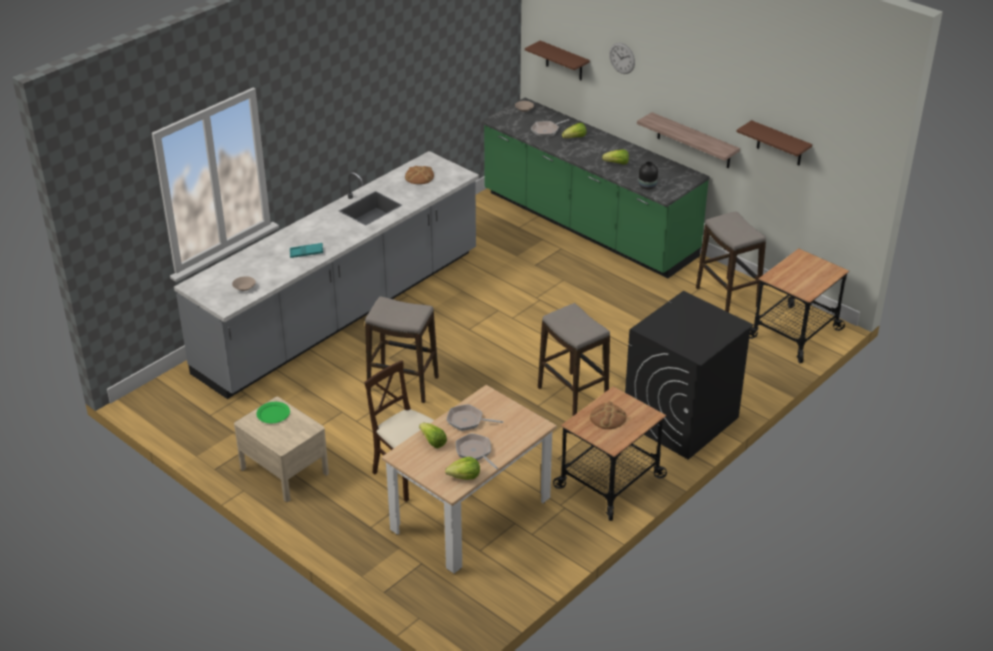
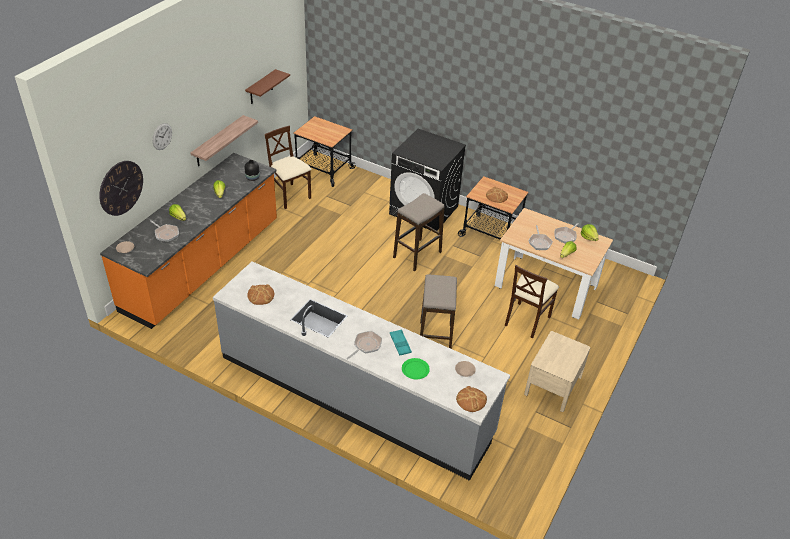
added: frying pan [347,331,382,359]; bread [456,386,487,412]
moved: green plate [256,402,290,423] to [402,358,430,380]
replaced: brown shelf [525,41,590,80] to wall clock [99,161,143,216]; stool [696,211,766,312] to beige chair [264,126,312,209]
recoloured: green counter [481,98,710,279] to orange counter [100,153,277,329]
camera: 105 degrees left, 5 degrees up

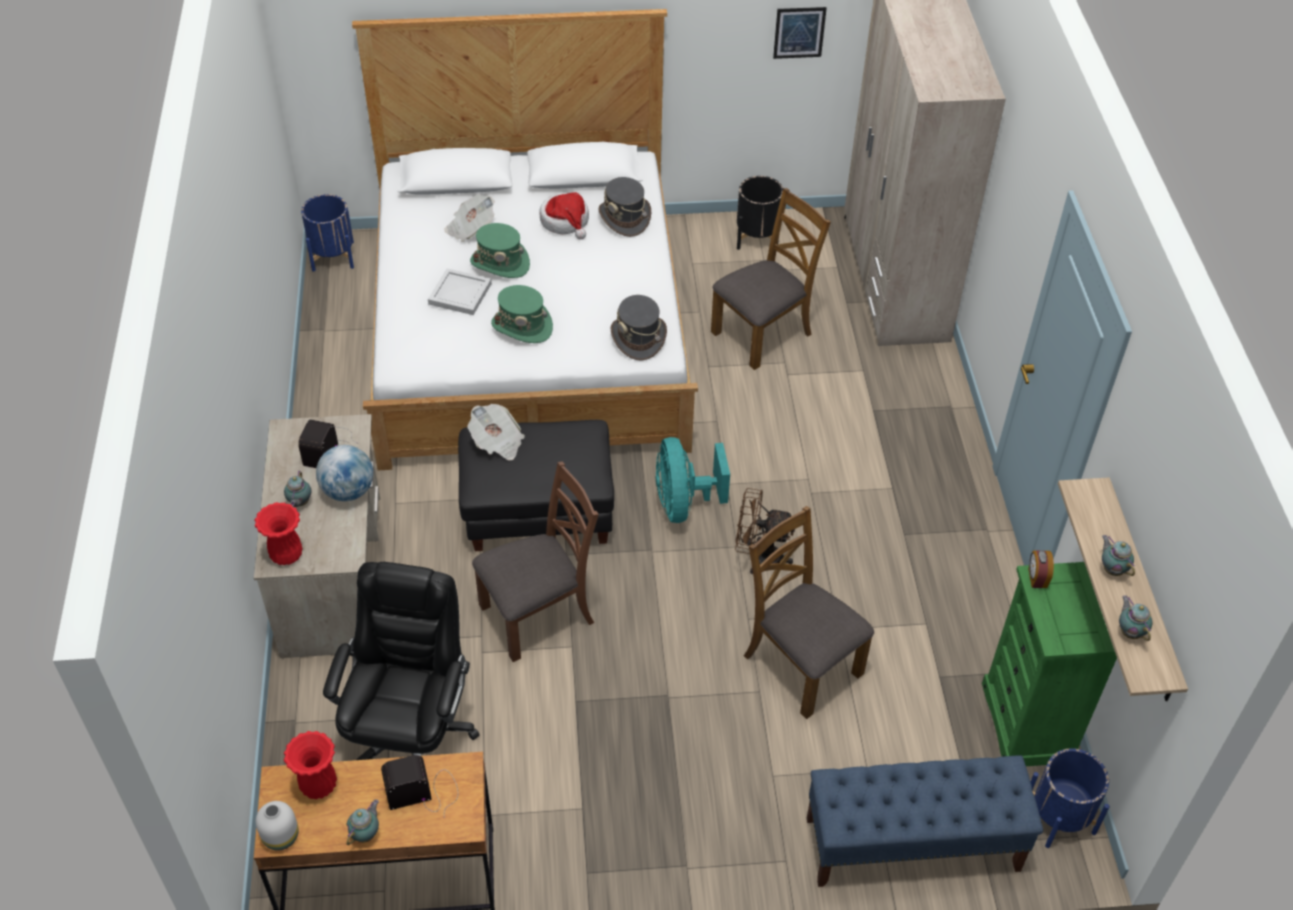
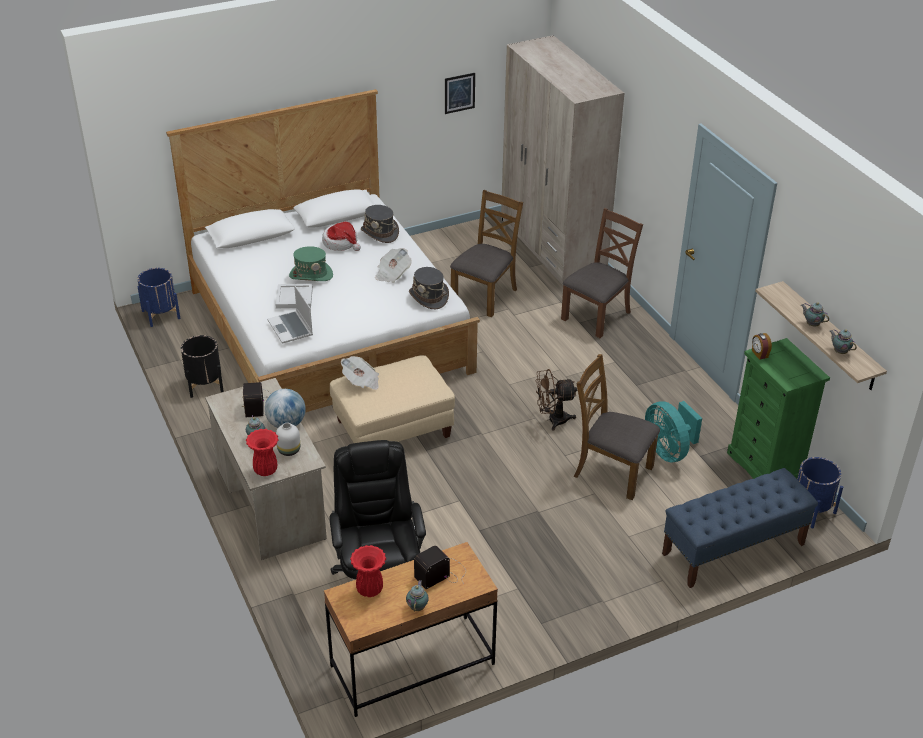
removed: green hat [491,285,553,343]
added: laptop [267,285,313,344]
moved: white vase [256,801,299,851] to [276,423,300,456]; newspaper [445,194,495,242] to [375,248,412,283]; brown chair [472,461,599,662] to [561,208,643,338]; turquoise fan [656,437,730,523] to [645,401,702,462]; black planter [737,176,783,250] to [181,335,224,398]
recoloured: black ottoman [458,420,614,551] to beige ottoman [330,355,455,443]
camera: 20 degrees left, 10 degrees down

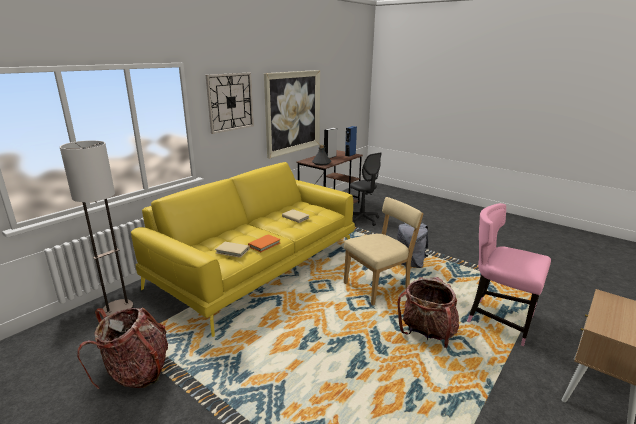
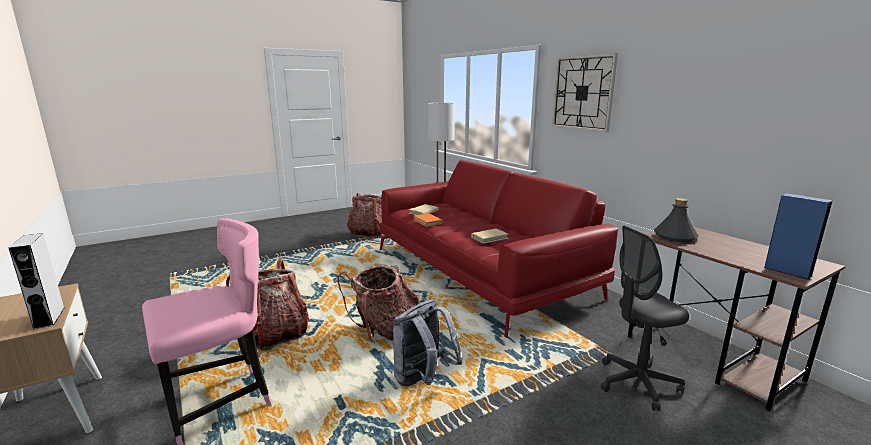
removed: picture [264,70,320,159]
moved: grey speaker [324,128,337,158] to [9,233,64,329]
replaced: beige chair [344,197,423,305] to backpack [338,264,419,343]
recoloured: yellow sofa [131,162,355,337] to red sofa [379,160,618,338]
camera: 110 degrees right, 5 degrees down

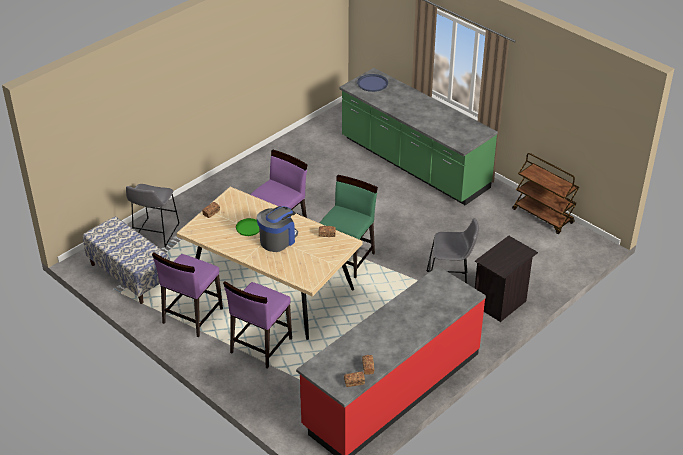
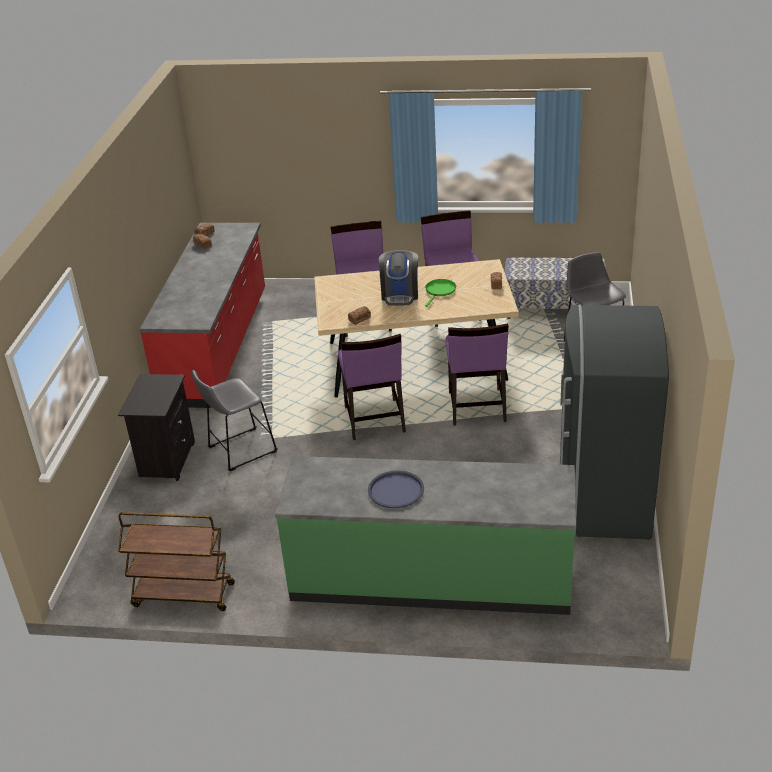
added: grey fridge [560,305,669,540]
moved: blue tray [357,74,388,92] to [368,470,424,508]
recoloured: green chair [320,175,378,278] to purple chair [338,334,406,440]
camera: 145 degrees right, 5 degrees down

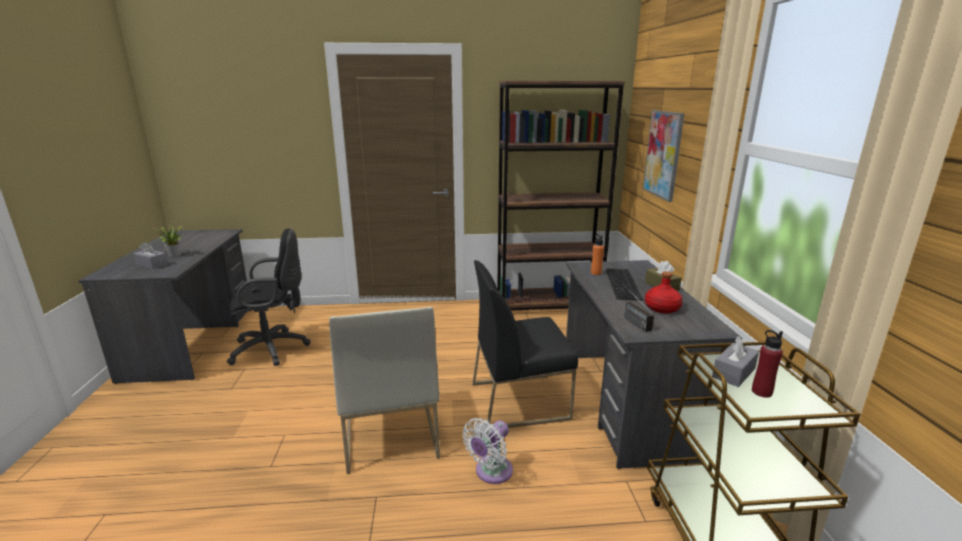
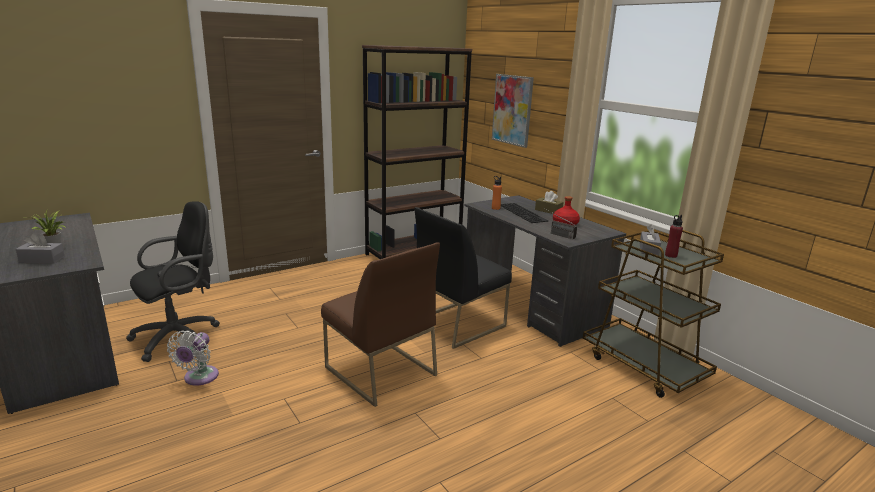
moved: white fan [462,418,513,484] to [167,330,219,386]
recoloured: white chair [329,307,440,474] to brown chair [321,242,440,407]
camera: 30 degrees left, 0 degrees up

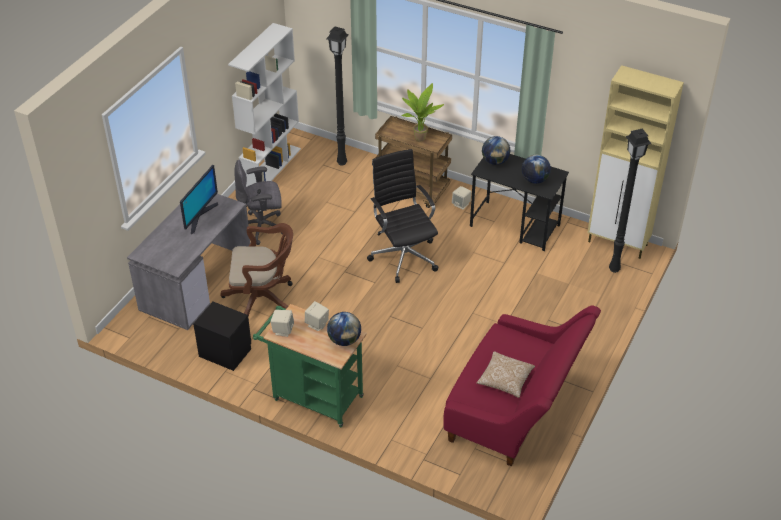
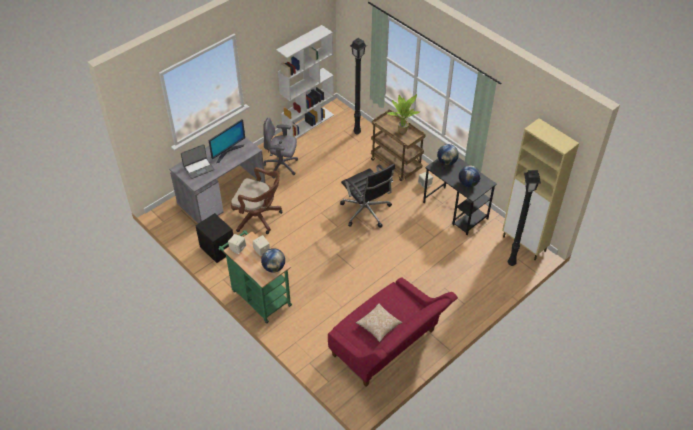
added: laptop [181,144,214,179]
turned: black office chair [367,149,438,283] = [340,164,395,228] 150 degrees clockwise
camera: 20 degrees right, 5 degrees up

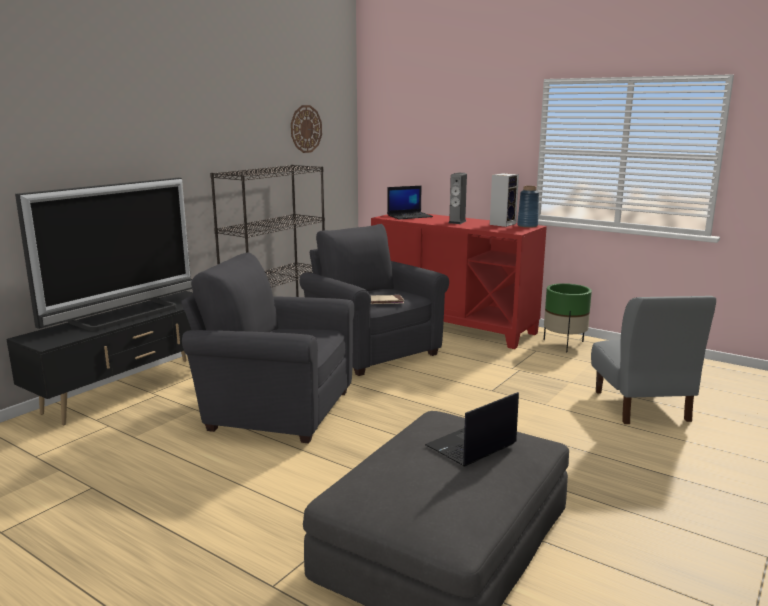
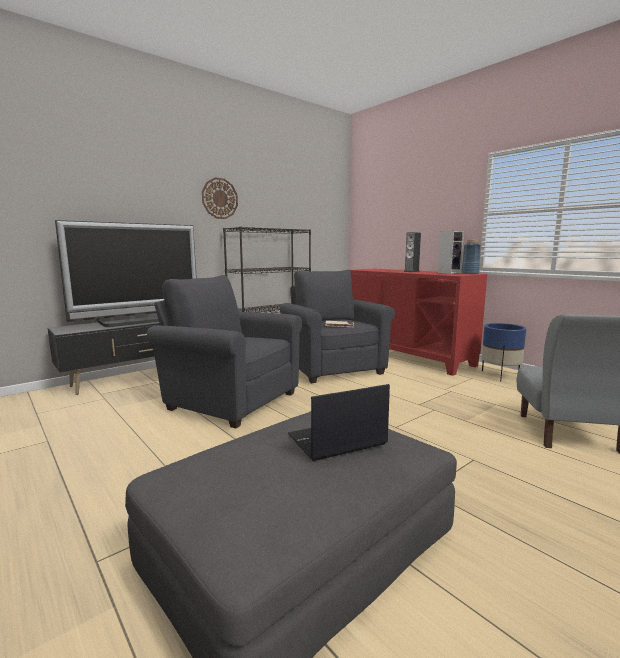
removed: laptop [387,186,433,219]
moved: wall clock [291,105,322,153] to [202,177,238,219]
recoloured: green planter [544,283,592,353] to blue planter [481,323,527,382]
camera: 15 degrees right, 5 degrees down

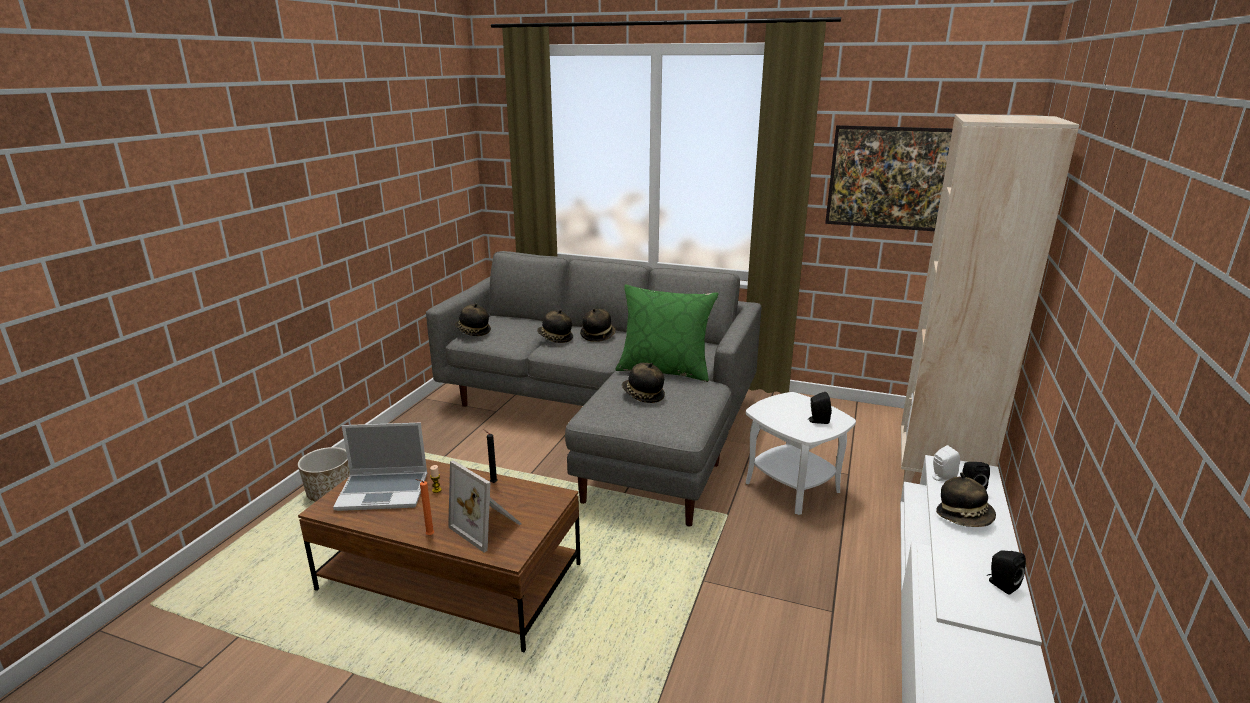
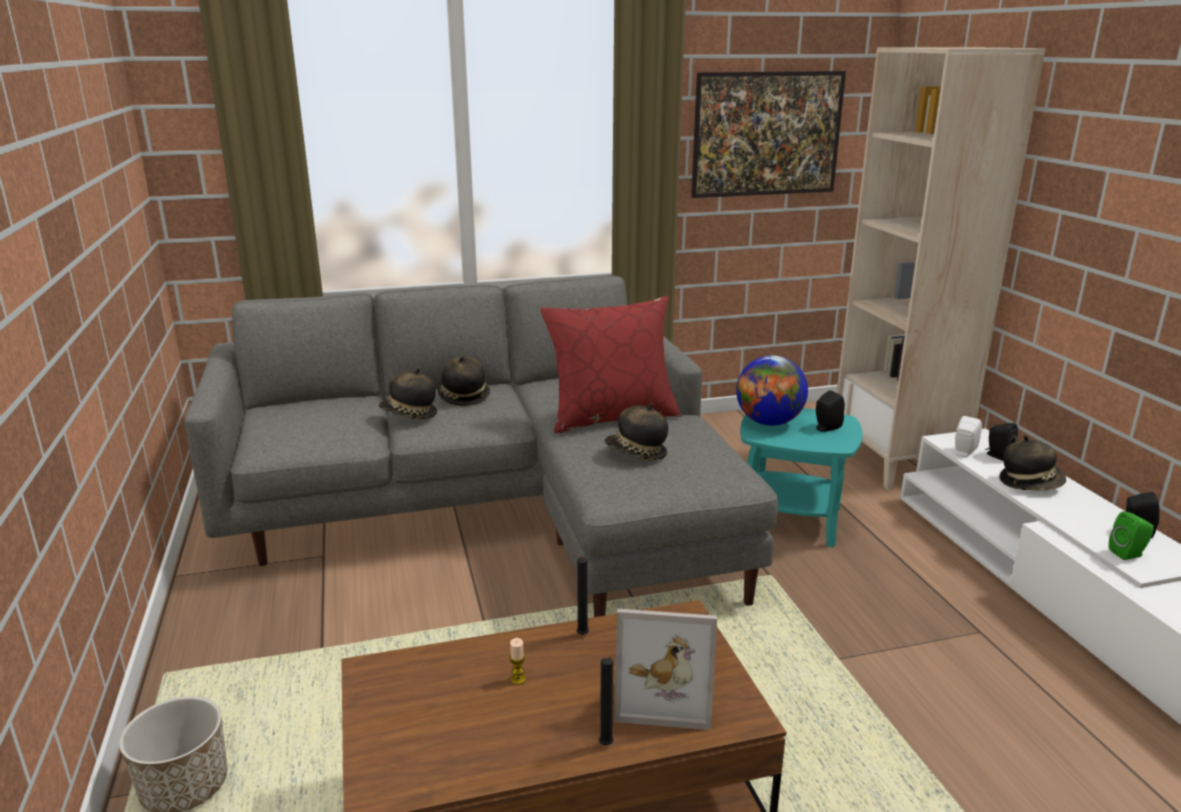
removed: laptop [333,422,428,511]; hat [455,304,491,336]
added: globe [736,355,808,426]; green speaker [1109,511,1154,560]
recoloured: orange candle [415,479,434,535] to black candle [599,657,613,746]; green pillow [615,285,719,382] to red pillow [540,296,681,434]; white side table [746,392,856,515] to turquoise side table [740,408,863,547]
camera: 35 degrees left, 0 degrees up

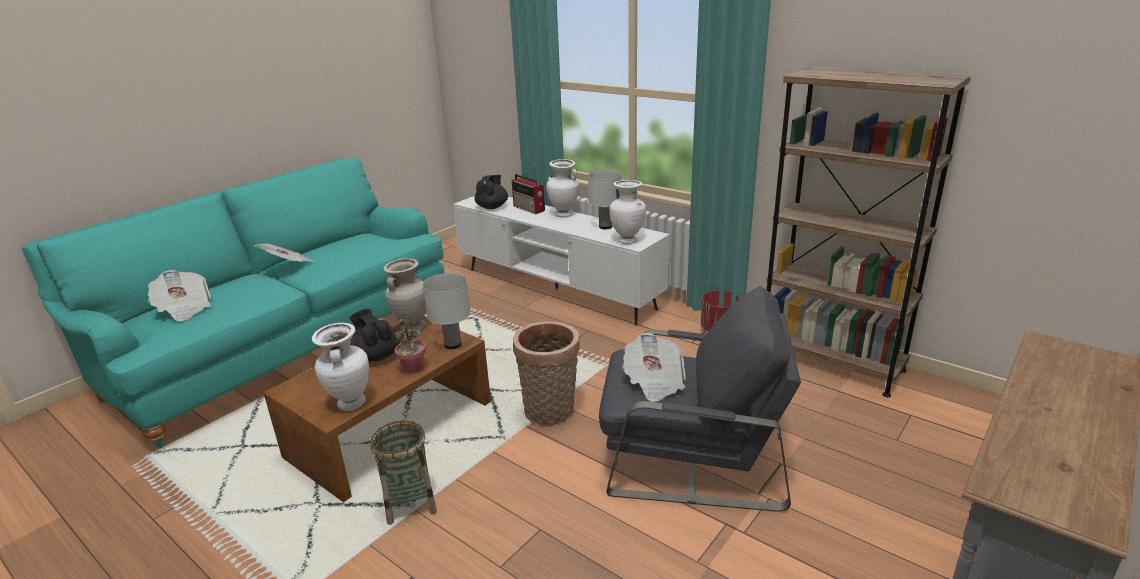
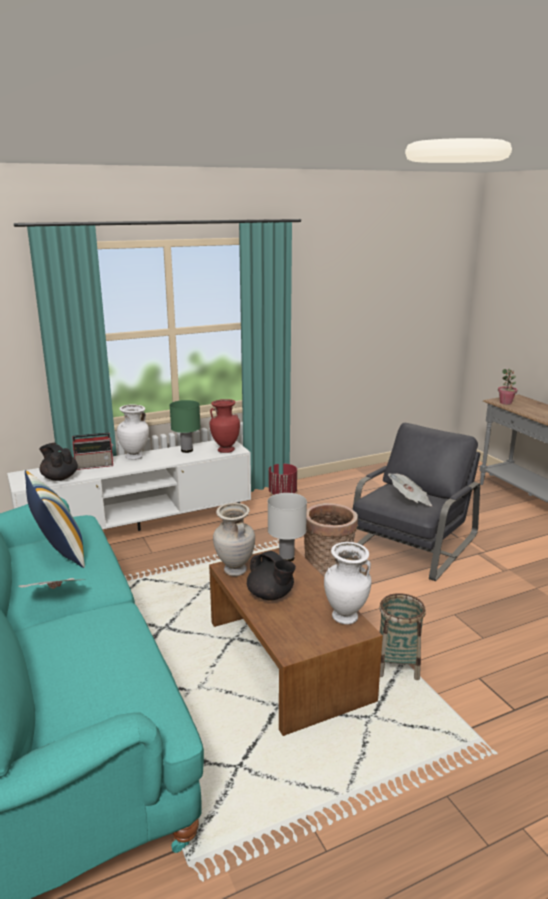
removed: newspaper [148,270,211,321]; brown bookcase [766,67,971,397]
added: pillow [25,470,85,568]
moved: potted plant [394,314,426,374] to [498,368,517,405]
recoloured: white table lamp [588,170,622,229] to green table lamp [170,400,201,453]; white vase [609,180,646,244] to red vase [210,399,240,453]
turned: black teapot [349,309,400,362] = [247,551,296,600] 120 degrees counterclockwise
camera: 65 degrees left, 5 degrees down

